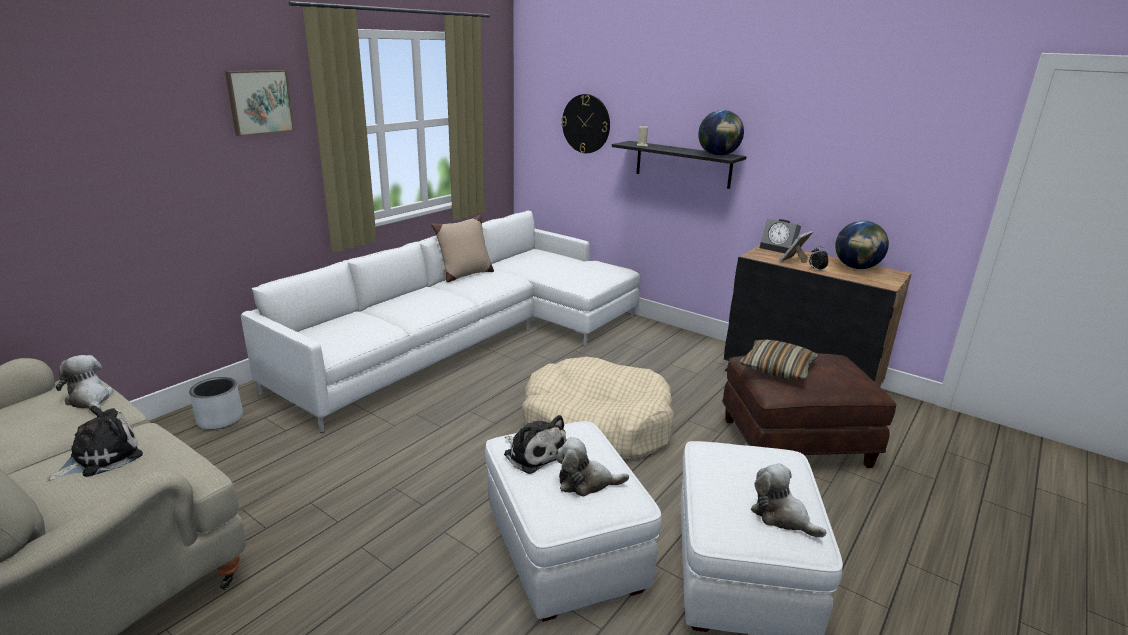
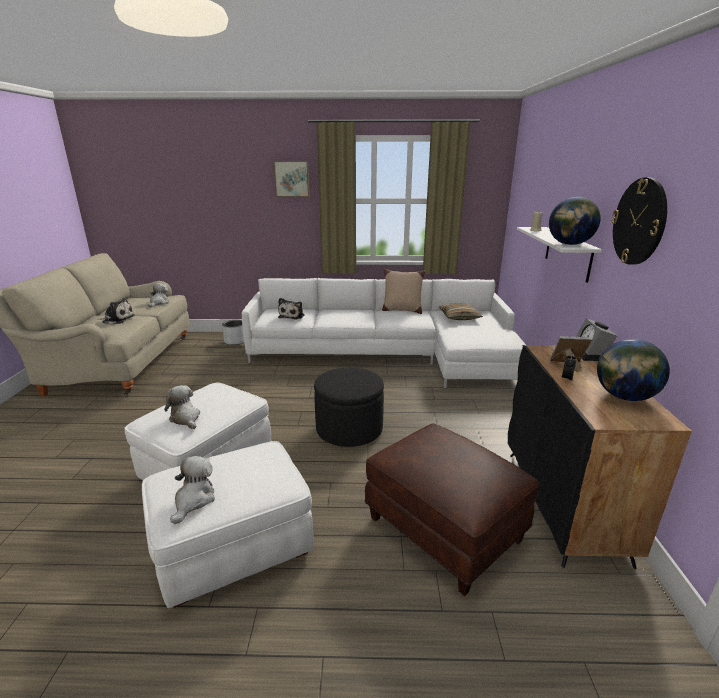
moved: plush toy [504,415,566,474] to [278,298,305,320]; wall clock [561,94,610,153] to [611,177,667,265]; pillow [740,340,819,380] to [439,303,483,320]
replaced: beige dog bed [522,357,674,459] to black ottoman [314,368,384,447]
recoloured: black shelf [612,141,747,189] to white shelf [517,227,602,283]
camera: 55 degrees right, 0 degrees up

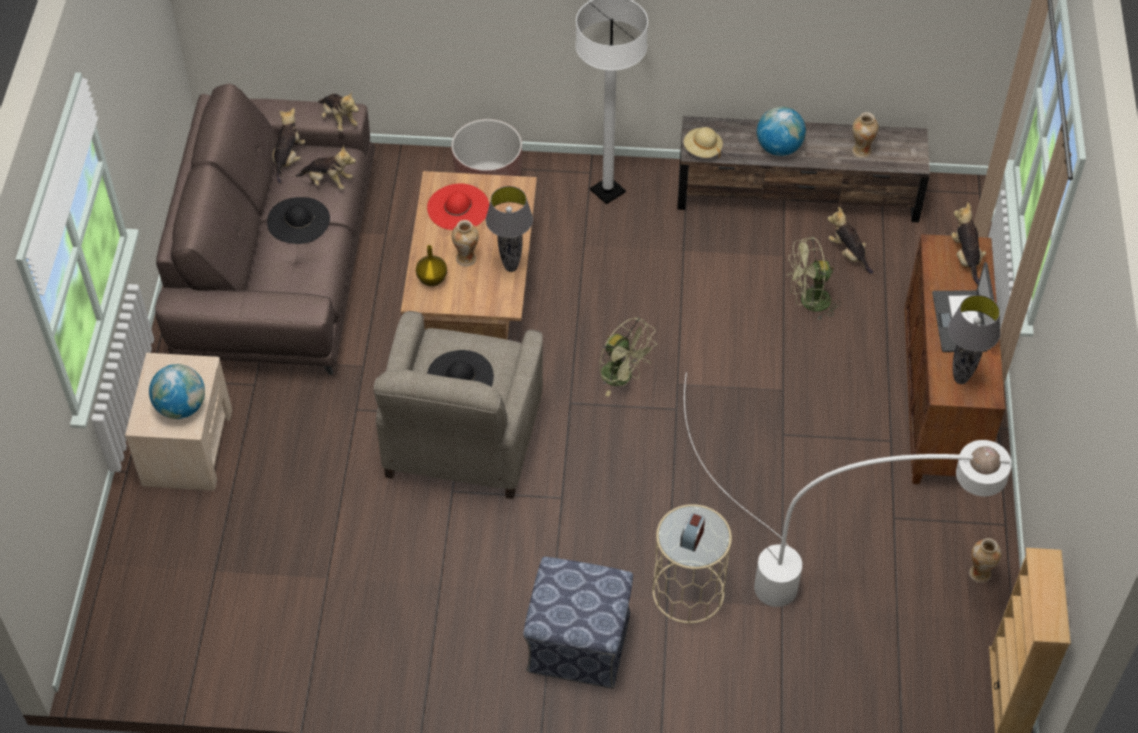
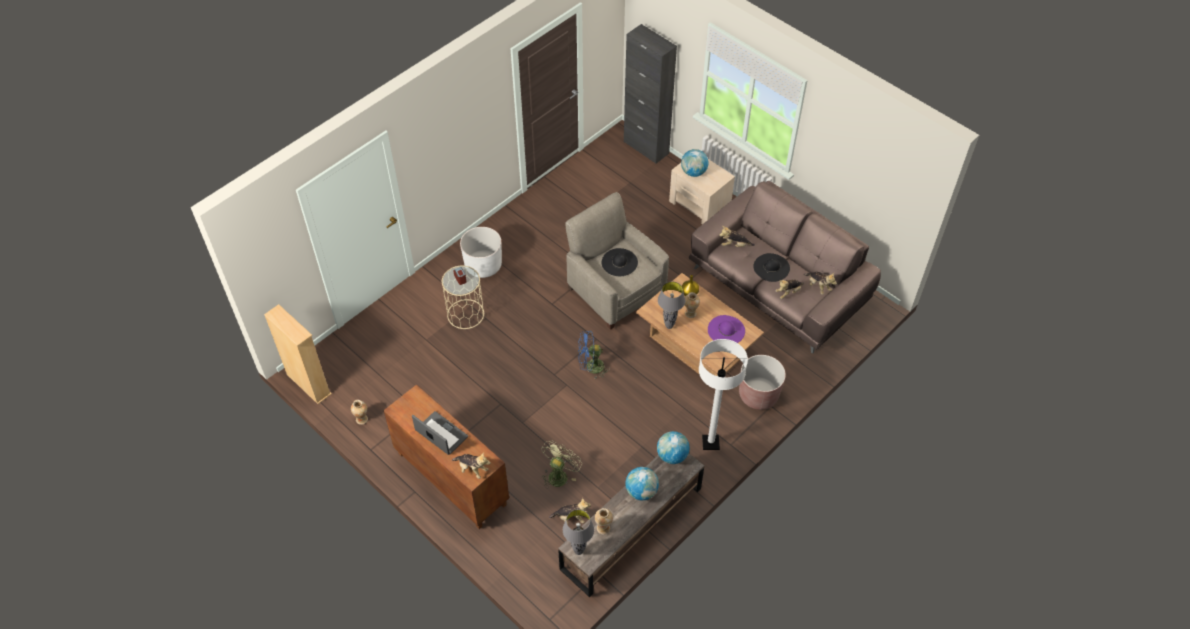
removed: white floor lamp [684,372,1012,607]
added: black cabinet [624,24,677,164]
moved: plush toy [318,92,359,131] to [719,226,755,247]; grey table lamp [948,295,1000,384] to [563,509,594,555]
replaced: ottoman [523,557,633,688] to white planter [460,227,502,278]; beige hat [684,127,723,158] to globe [657,431,690,464]
recoloured: red hat [427,183,489,230] to purple hat [708,315,745,343]; green fan [599,317,657,397] to blue fan [578,330,609,379]
camera: 130 degrees right, 0 degrees up

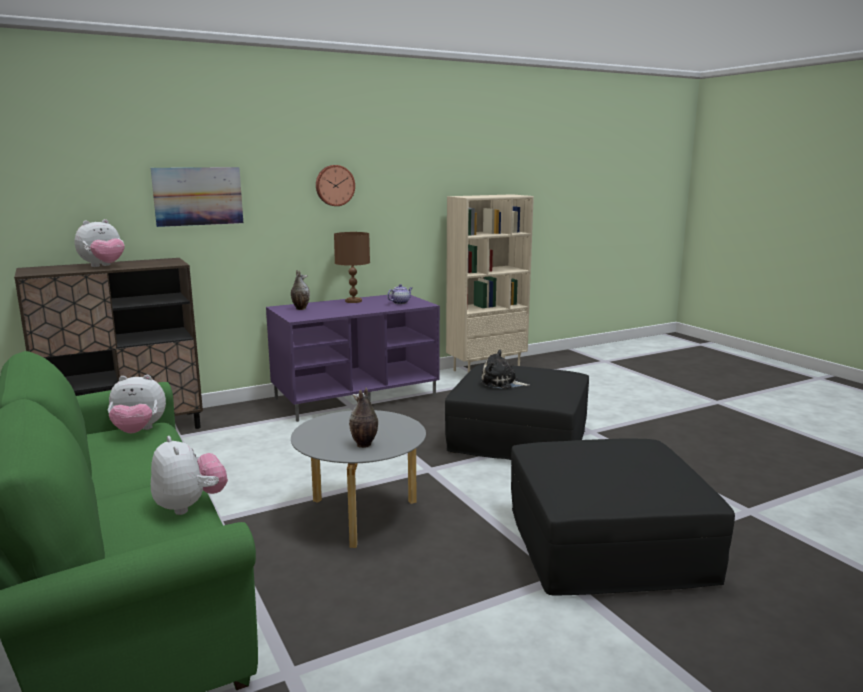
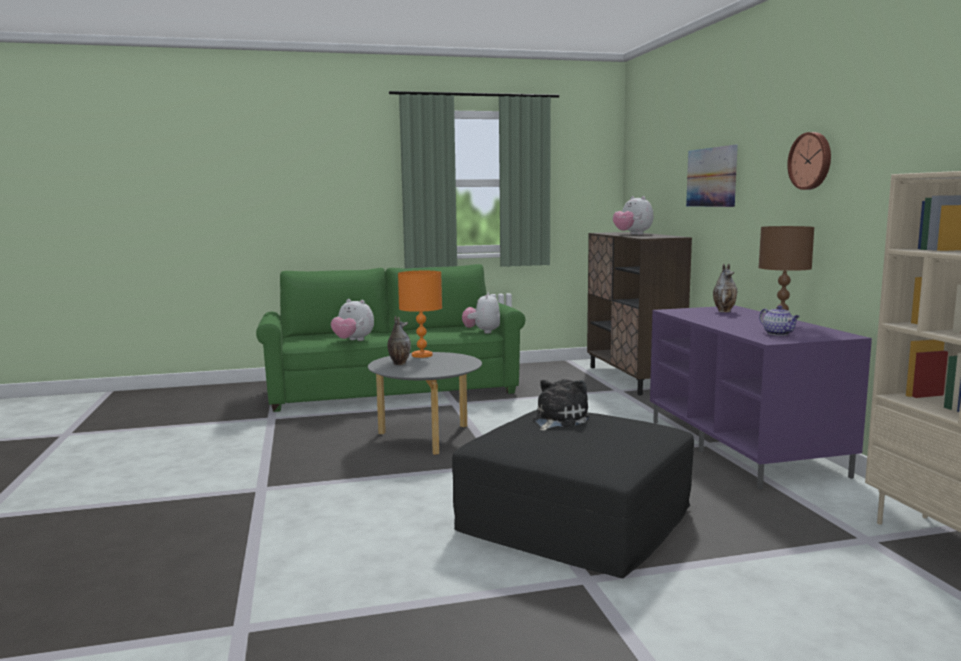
removed: black ottoman [511,439,735,596]
added: orange table lamp [398,271,442,358]
turned: plush toy [151,436,228,515] = [331,299,374,341] 45 degrees clockwise
camera: 105 degrees right, 5 degrees down

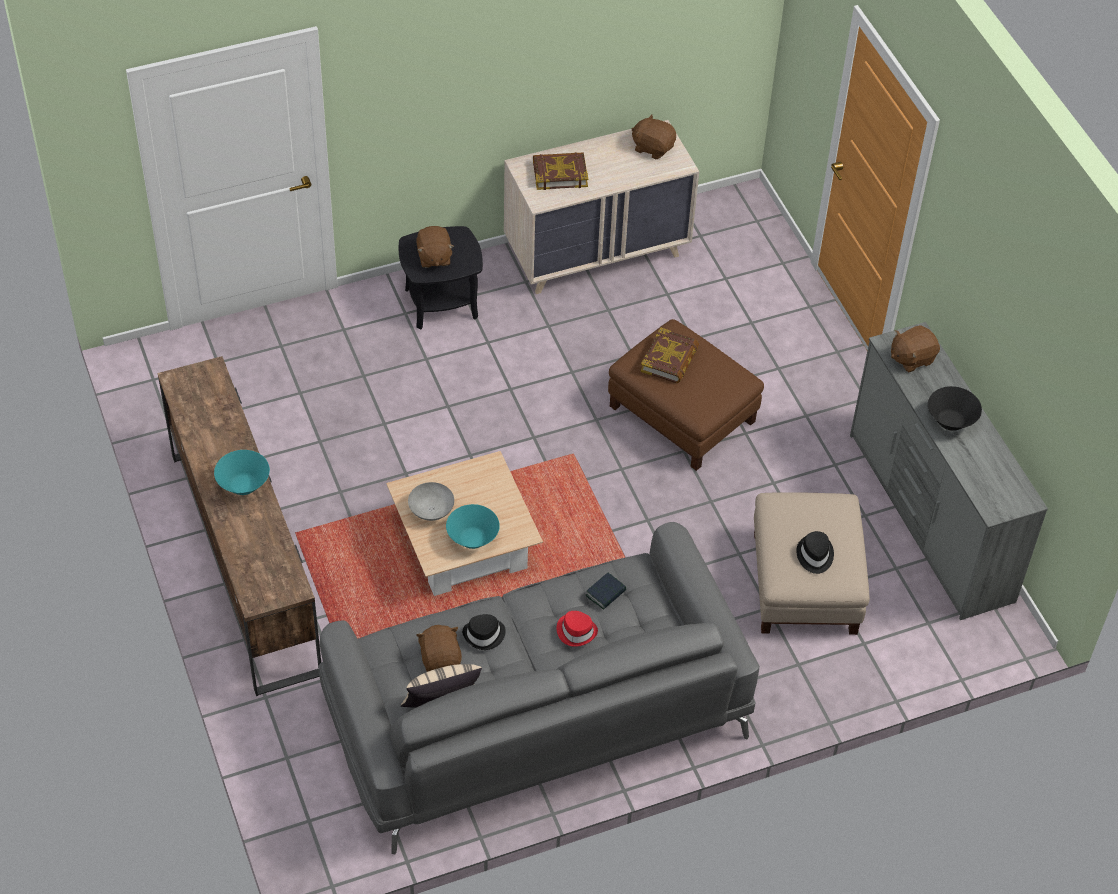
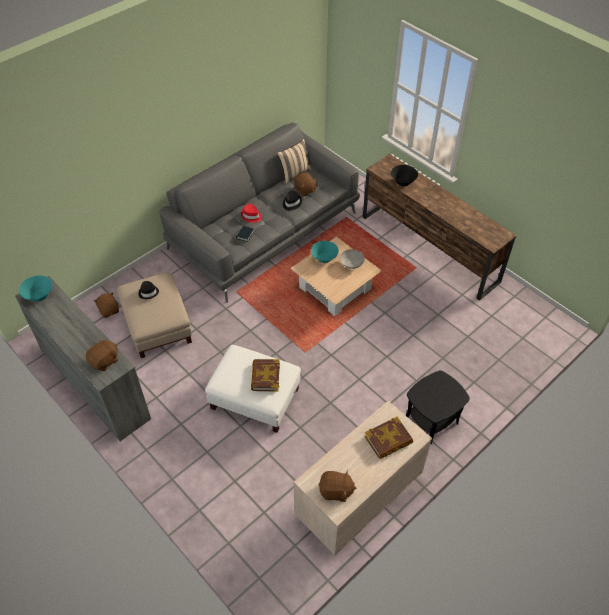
moved: turquoise bowl [214,450,270,495] to [19,275,52,302]; brown plush toy [417,226,454,268] to [94,293,119,318]; black bowl [928,386,982,431] to [391,165,418,186]
recoloured: brown ottoman [608,319,764,471] to white ottoman [205,345,301,433]
camera: 160 degrees right, 0 degrees up

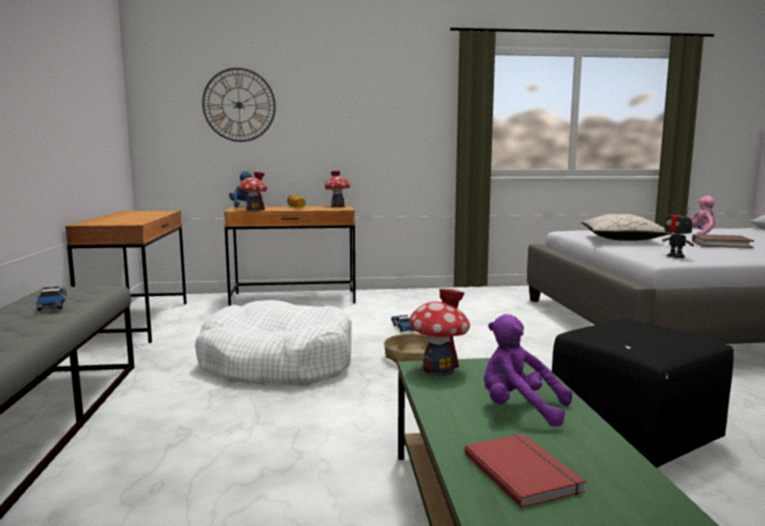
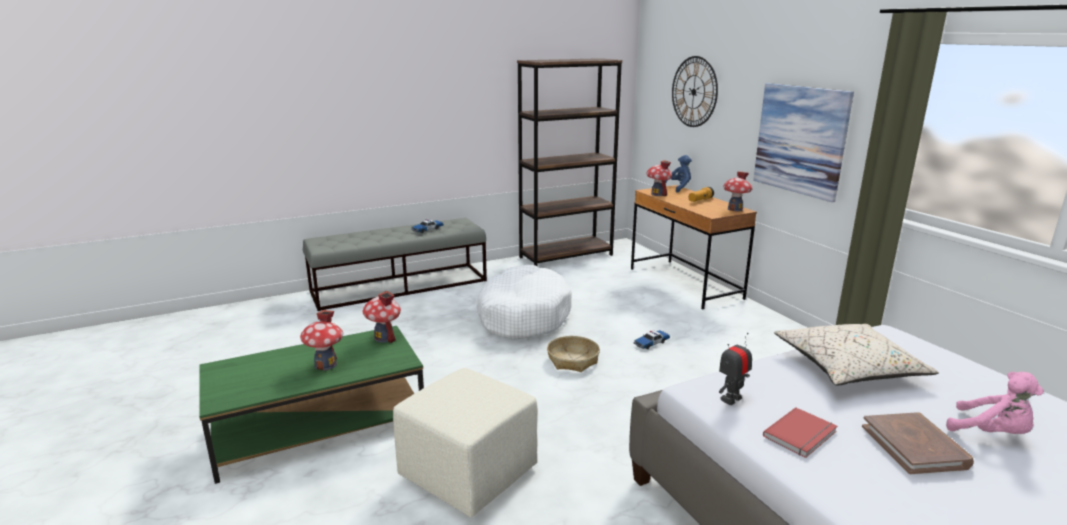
added: picture [753,83,854,202]
moved: red book [464,434,586,508] to [763,407,837,458]
replaced: brown desk [65,211,187,343] to brown bookcase [517,58,622,267]; purple plush toy [484,314,572,427] to toy house [300,310,343,371]
recoloured: black ottoman [552,319,734,468] to beige ottoman [393,368,538,517]
camera: 70 degrees right, 10 degrees up

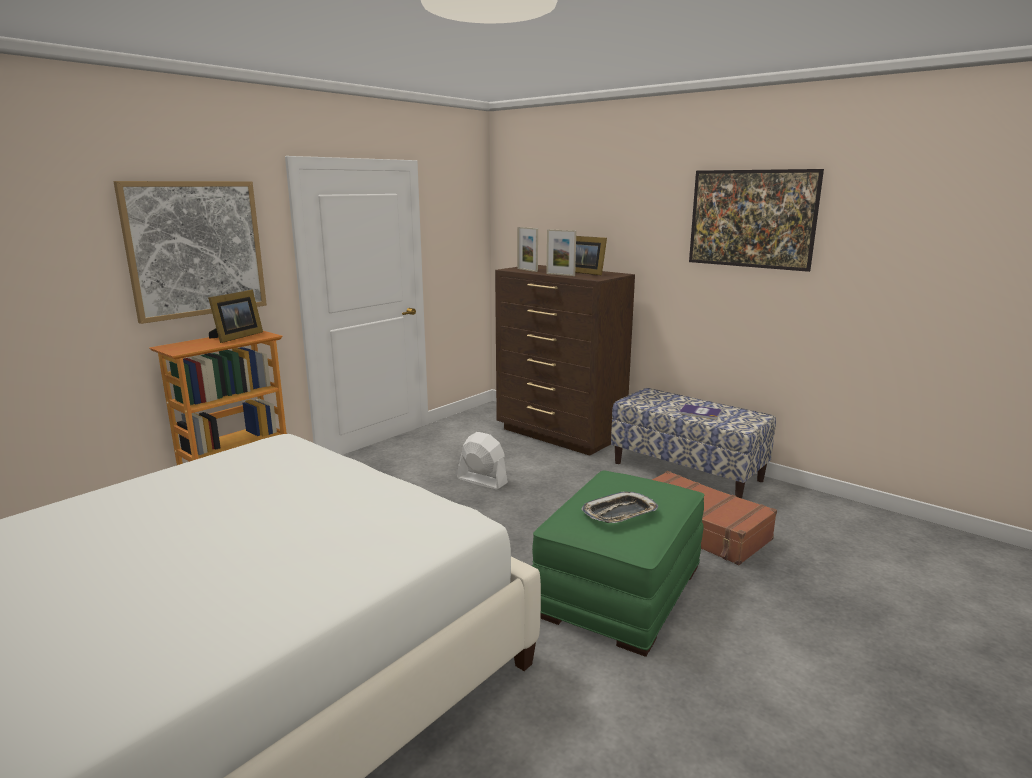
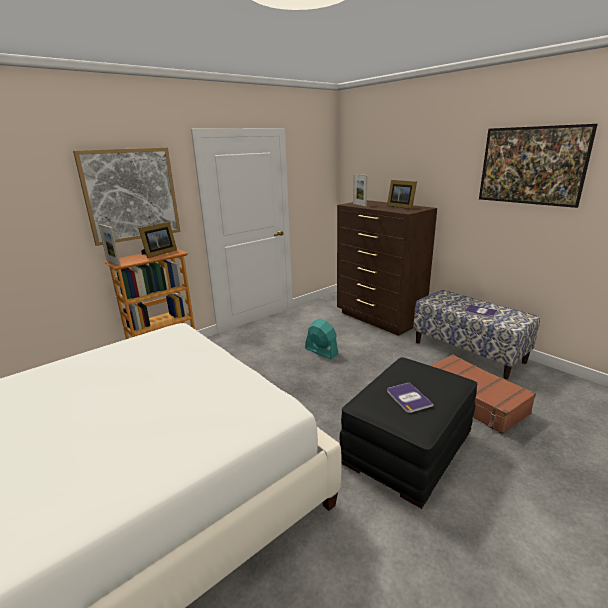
moved: picture frame [546,229,576,276] to [99,224,120,266]
replaced: tray [581,491,658,523] to book [387,383,433,413]
recoloured: white fan [457,432,508,490] to turquoise fan [305,319,339,359]; green ottoman [532,471,704,657] to black ottoman [340,357,477,509]
camera: 10 degrees right, 5 degrees up

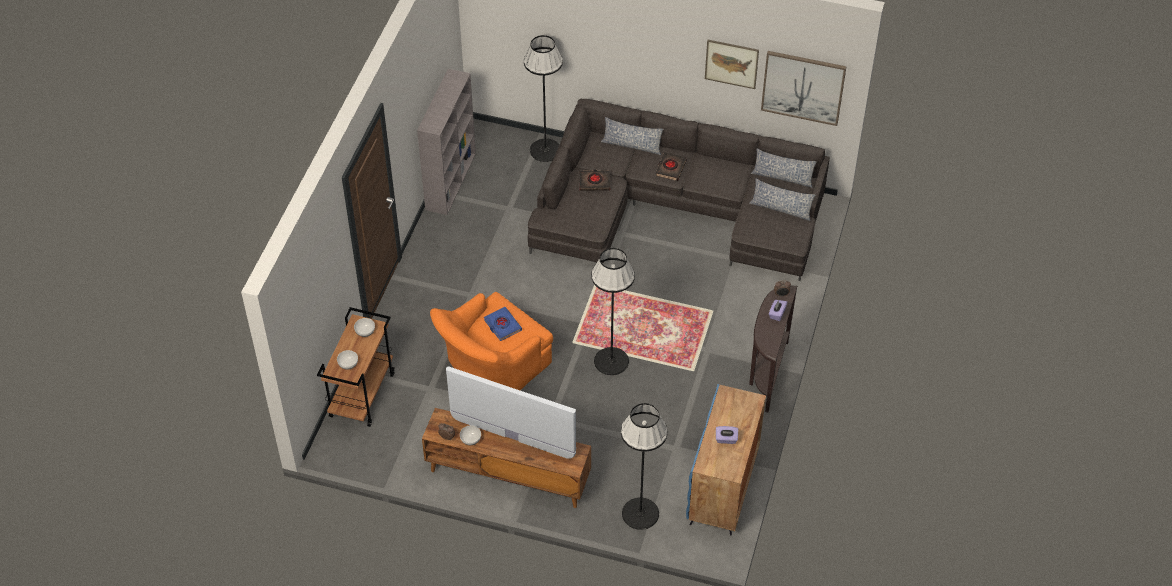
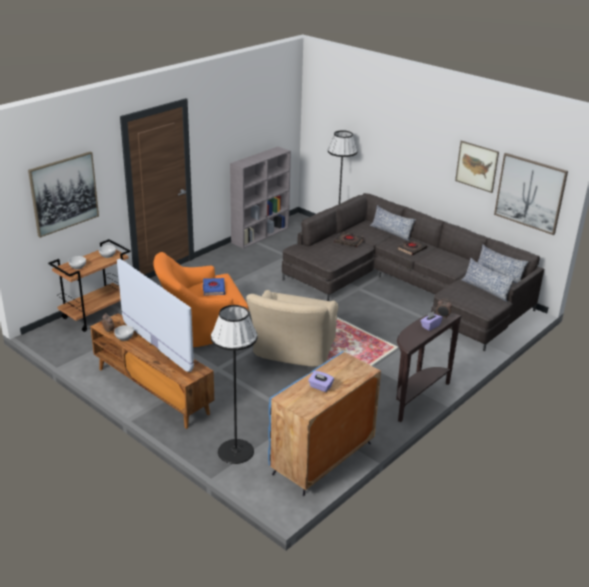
added: picture [28,152,99,238]
replaced: black floor lamp [591,248,635,375] to beige armchair [246,290,338,367]
camera: 25 degrees right, 20 degrees down

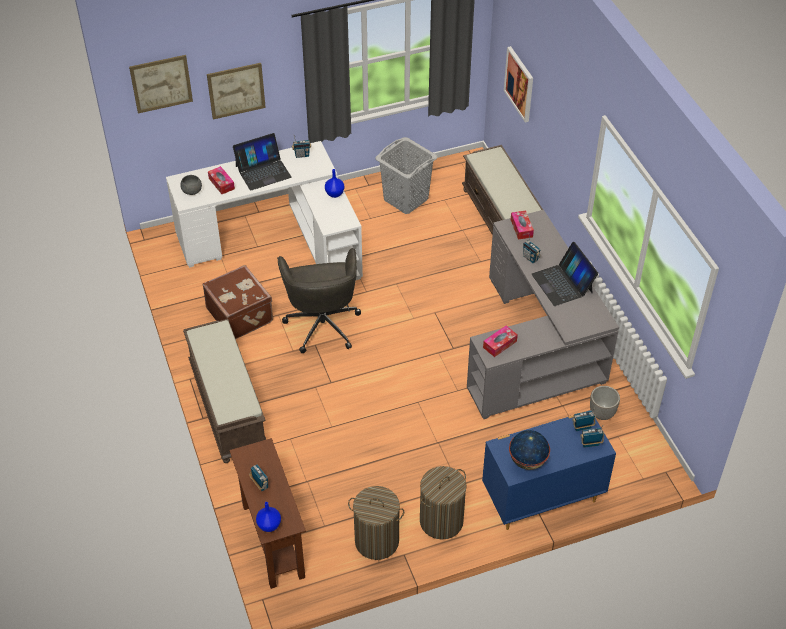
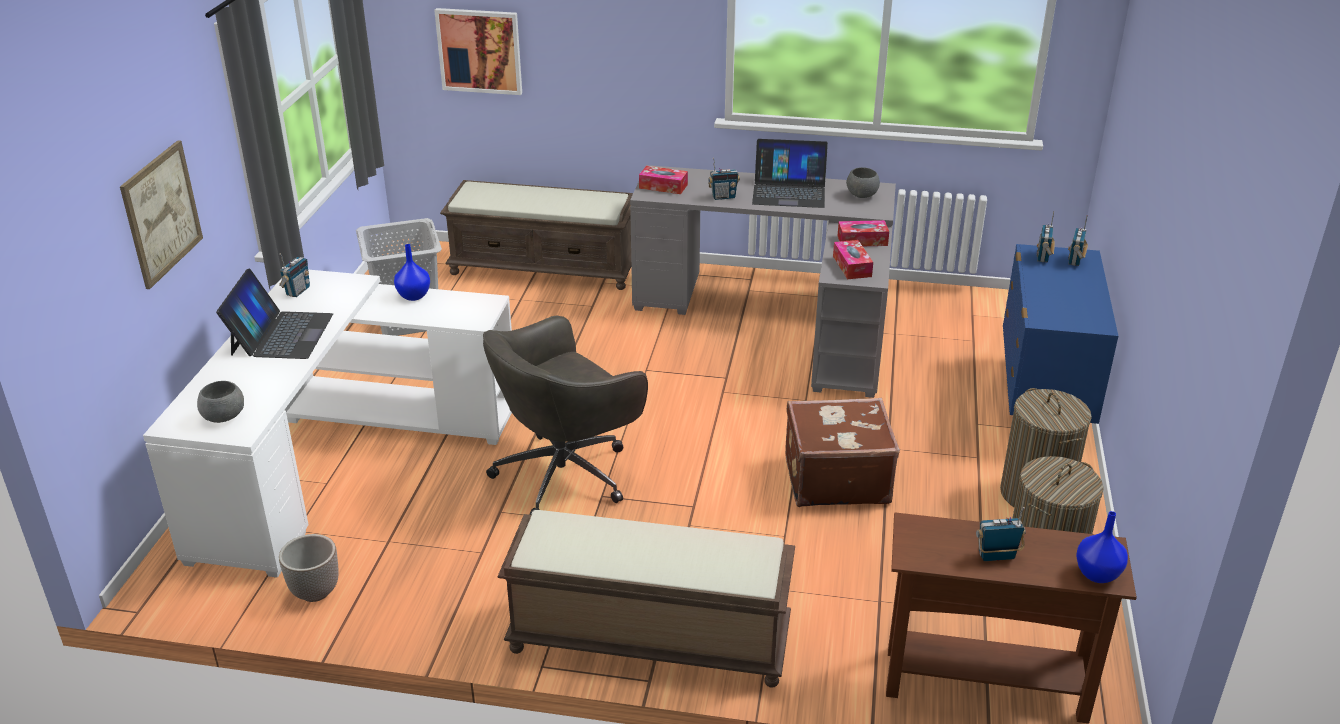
removed: picture [129,55,193,114]; globe [509,430,550,470]
added: grey bowl [846,167,880,198]
moved: brown suitcase [203,265,273,339] to [785,398,900,507]; tissue box [208,166,235,194] to [837,220,889,246]; planter [590,386,620,420] to [279,534,339,602]
turned: grey office chair [277,248,361,353] = [483,316,648,515] 120 degrees clockwise
camera: 60 degrees left, 15 degrees down

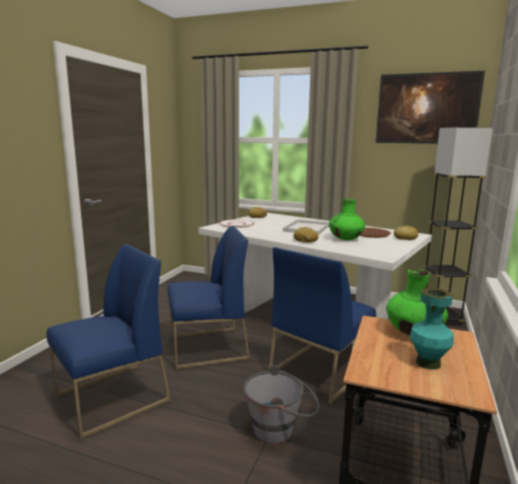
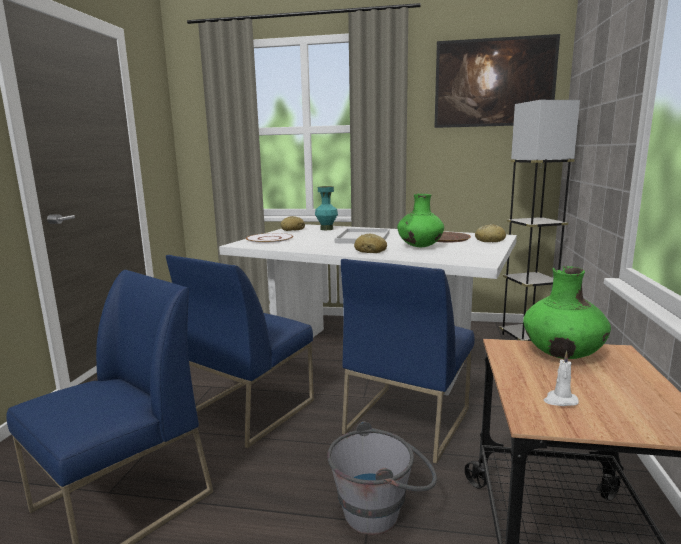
added: white candle [544,351,579,406]
moved: turquoise vase [409,288,454,370] to [315,186,338,230]
turned: blue chair [167,226,250,369] = [166,255,314,448] 150 degrees clockwise
camera: 10 degrees left, 0 degrees up

